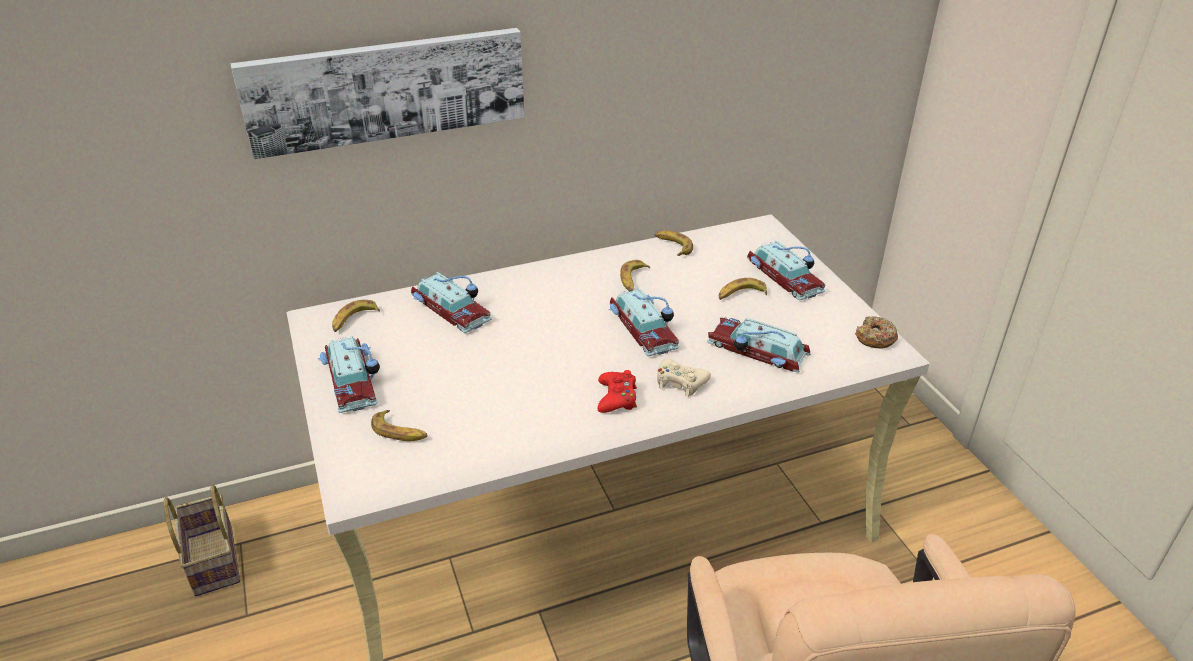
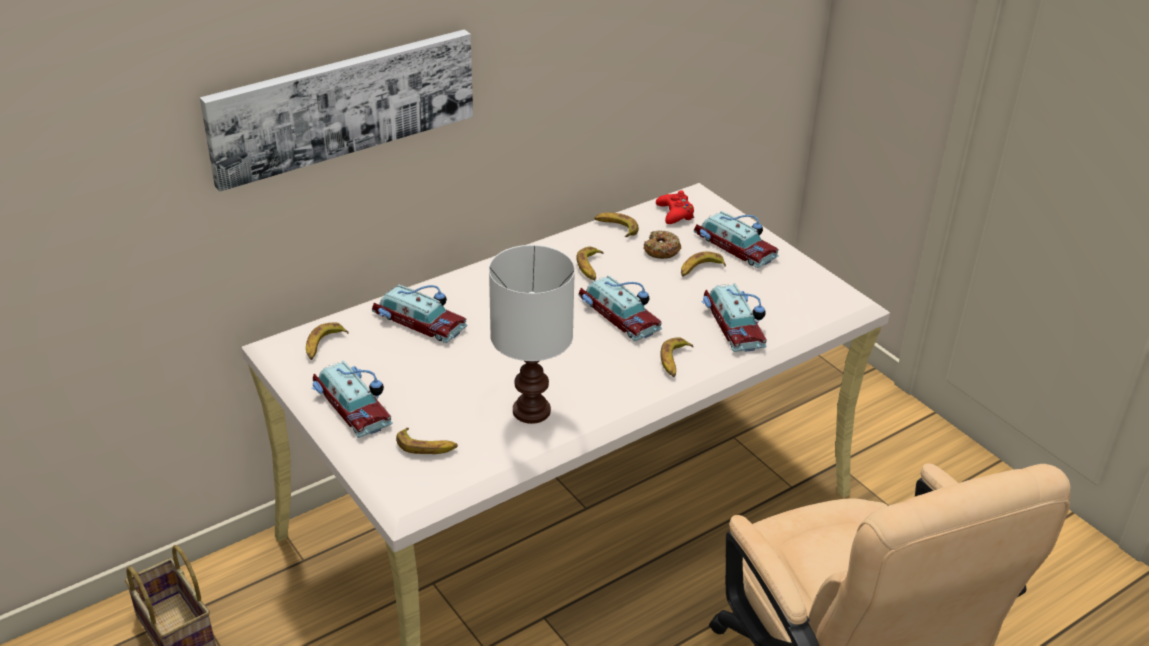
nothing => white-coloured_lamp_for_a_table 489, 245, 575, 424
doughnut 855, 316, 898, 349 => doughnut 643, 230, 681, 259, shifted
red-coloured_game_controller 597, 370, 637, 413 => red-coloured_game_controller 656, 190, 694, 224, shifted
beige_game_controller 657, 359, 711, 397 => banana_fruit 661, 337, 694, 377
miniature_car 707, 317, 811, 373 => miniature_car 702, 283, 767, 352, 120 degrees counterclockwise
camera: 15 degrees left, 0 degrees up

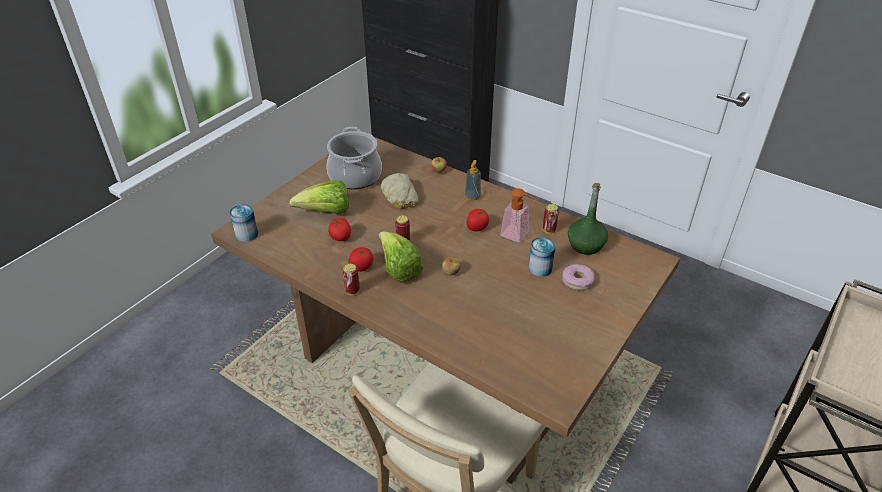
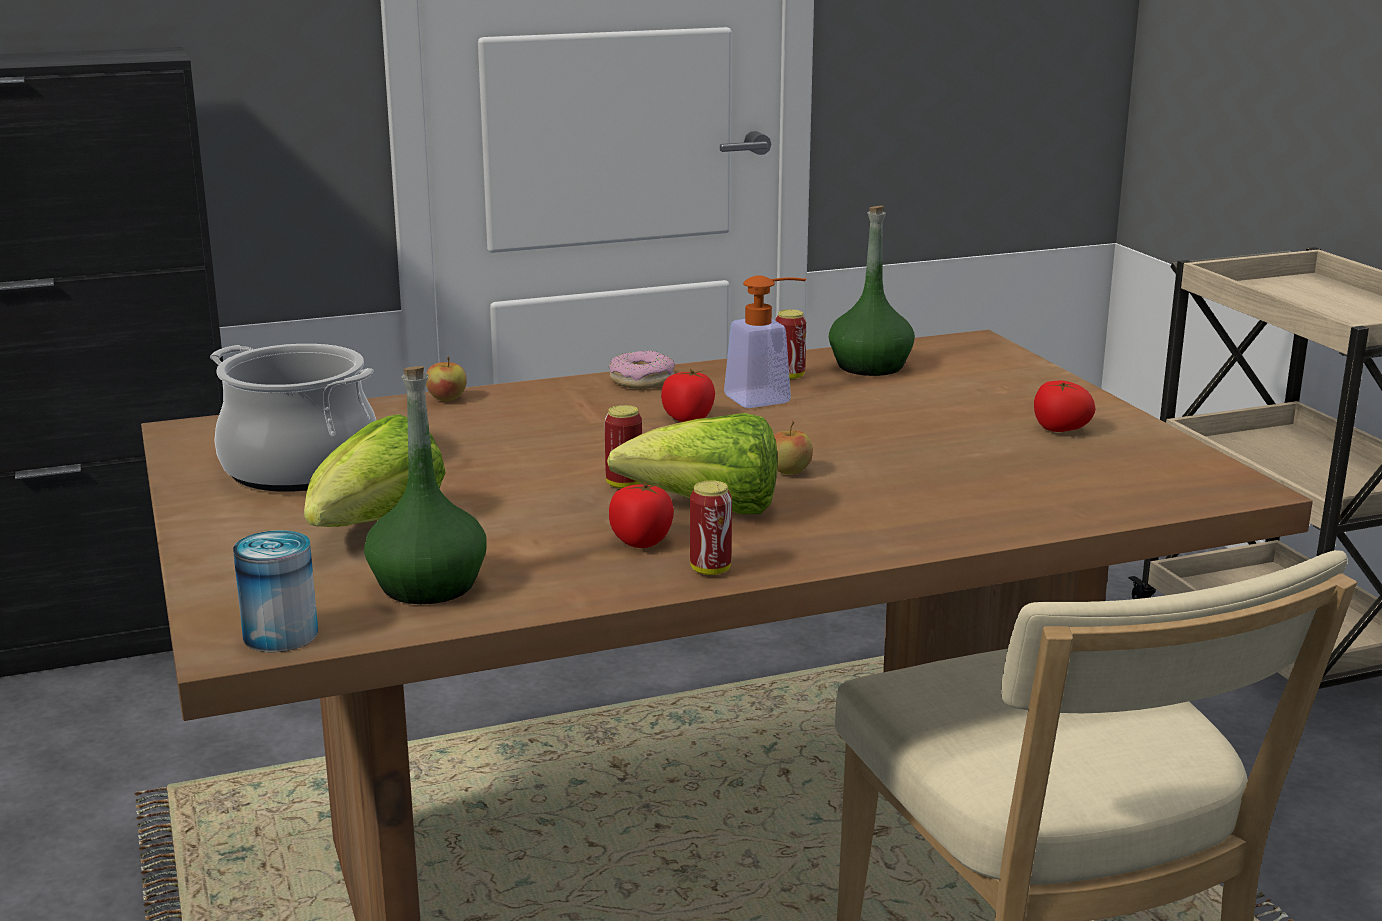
nothing => green-coloured_bottle 364, 366, 487, 604
doughnut 562, 264, 595, 290 => doughnut 609, 350, 675, 389, shifted
fresh_tomato 328, 218, 351, 241 => fresh_tomato 1034, 381, 1095, 432, shifted
bakery_bread 381, 173, 419, 209 => nothing
soap_dispenser 465, 160, 481, 201 => nothing
metal_can 529, 237, 556, 277 => nothing
camera: 55 degrees left, 20 degrees down

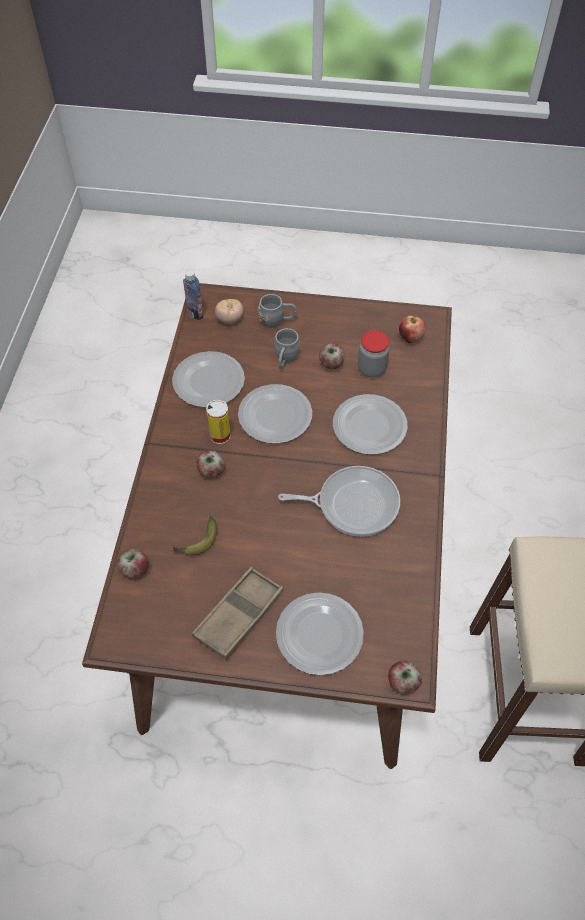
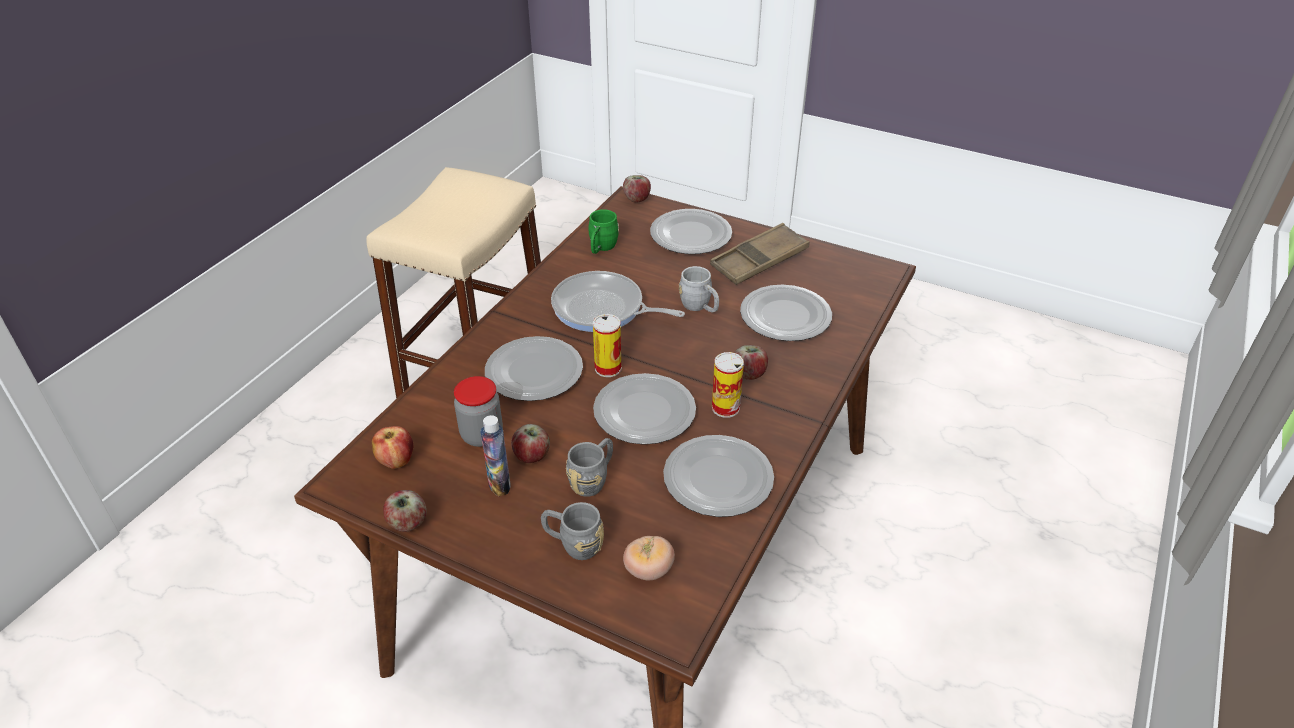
apple_fruit 117, 549, 149, 579 => apple_fruit 383, 490, 427, 532, shifted
bottle 183, 270, 203, 320 => bottle 481, 415, 511, 496, shifted
nothing => green-coloured_mug 588, 209, 619, 254
nothing => metal_can 593, 314, 621, 377
nothing => gray_mug 679, 266, 719, 312
banana_fruit 173, 517, 217, 556 => dinner_plate 740, 285, 832, 341
camera: 160 degrees left, 15 degrees down

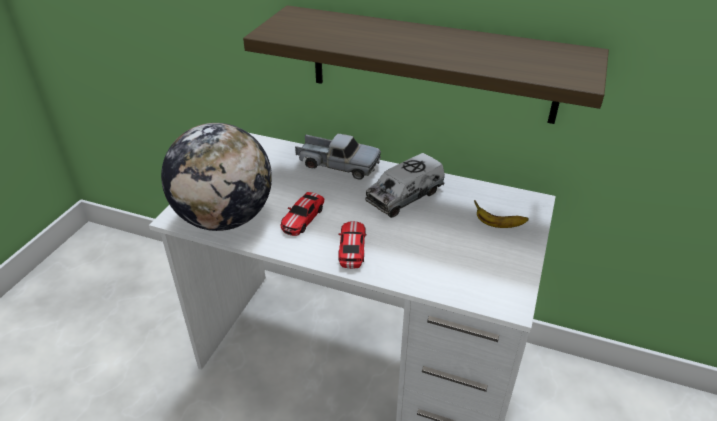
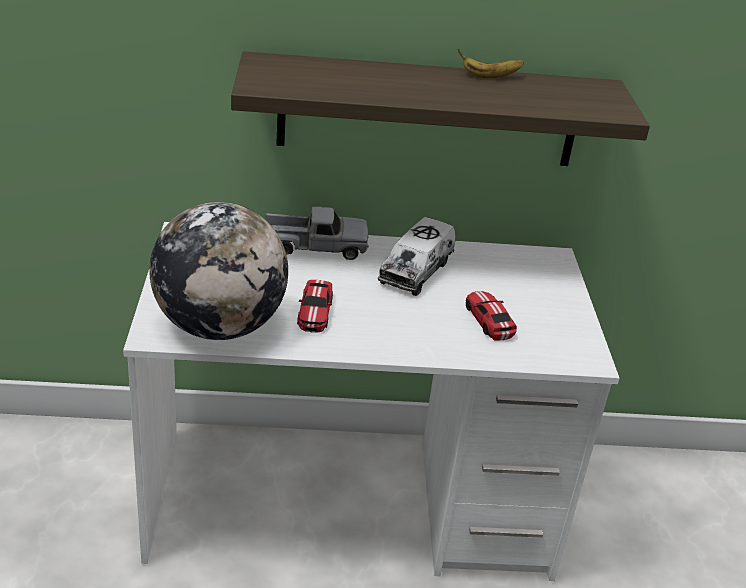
banana_fruit 474, 200, 529, 228 => banana_fruit 458, 49, 524, 78, shifted
miniature_car 338, 221, 367, 269 => miniature_car 466, 291, 517, 341, shifted
camera: 25 degrees left, 5 degrees down

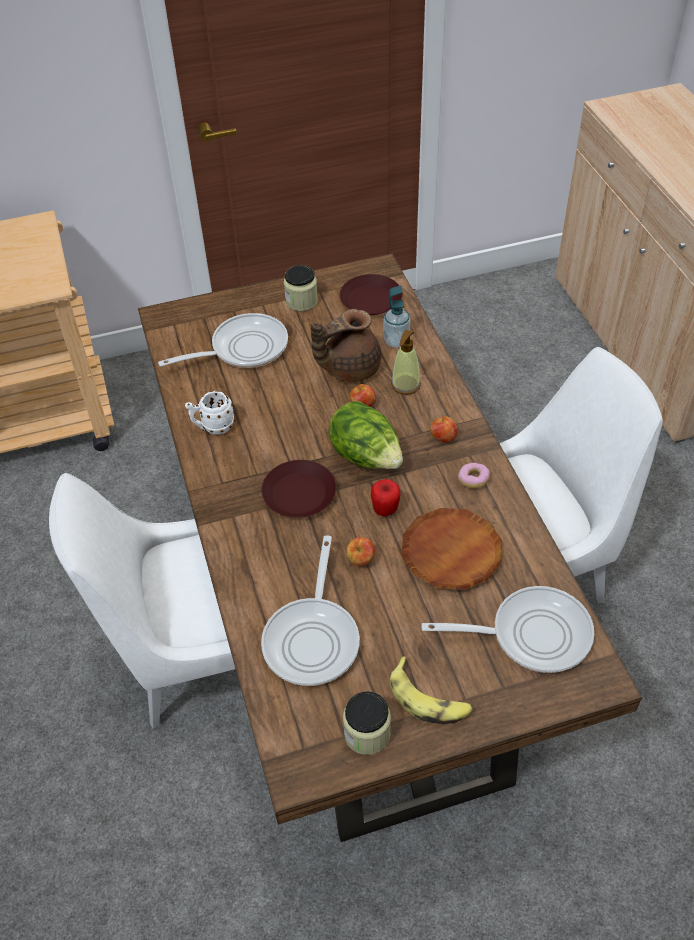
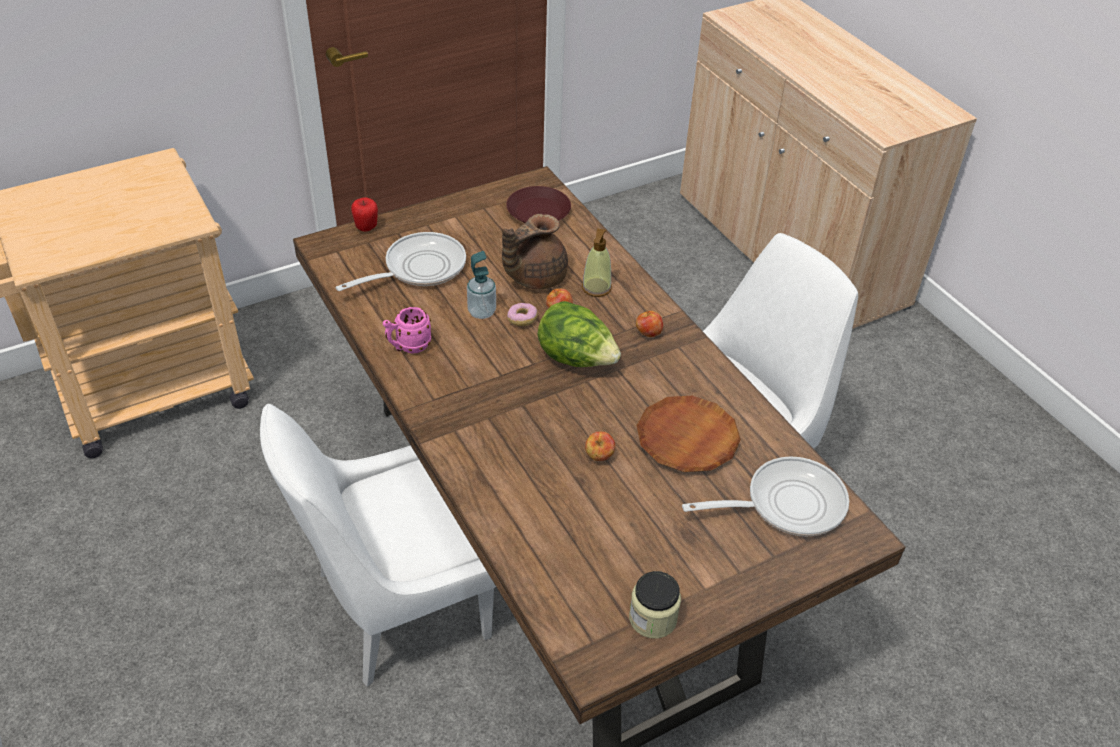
apple_fruit 371, 479, 401, 516 => apple_fruit 351, 197, 378, 232, shifted
white-coloured_mug 185, 391, 235, 435 => pink_mug 383, 307, 432, 353
soap_dispenser 383, 286, 410, 348 => soap_dispenser 467, 251, 496, 319, shifted
doughnut 458, 463, 490, 489 => doughnut 507, 303, 538, 326, shifted
frying_pan 261, 536, 360, 686 => nothing
brown_dinner_plate 262, 460, 336, 518 => nothing
storage_jar 284, 265, 318, 311 => nothing
banana_fruit 390, 656, 473, 724 => nothing
camera: 15 degrees left, 5 degrees down

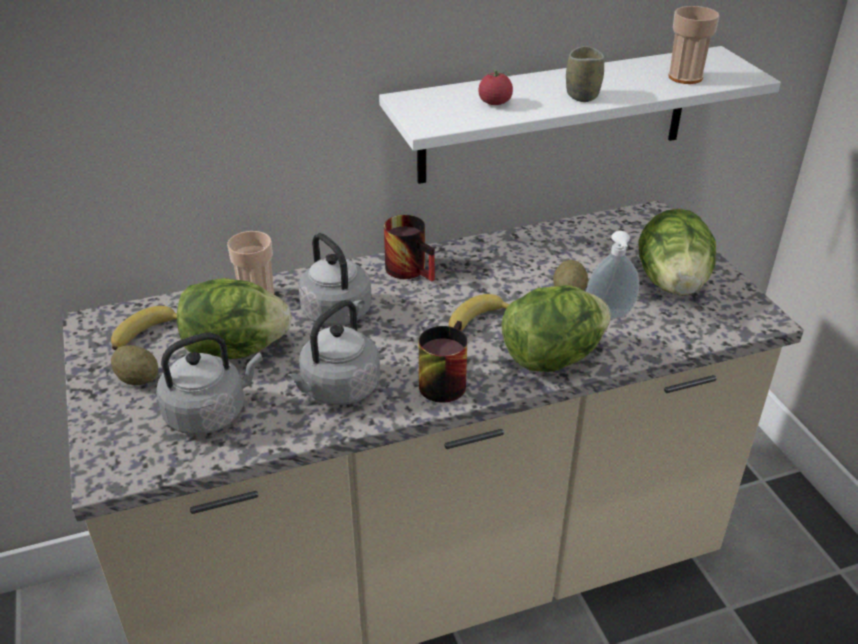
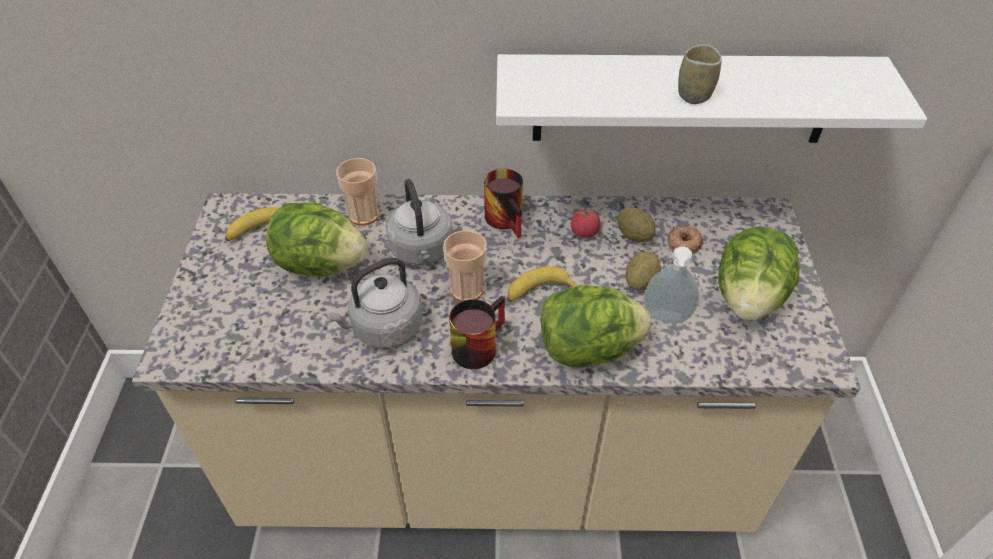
drinking_cup 668, 6, 719, 84 => drinking_cup 443, 230, 487, 302, shifted
fresh_tomato 479, 68, 513, 105 => fresh_tomato 571, 206, 600, 238, shifted
whole_potato 111, 345, 158, 385 => whole_potato 618, 207, 656, 242, shifted
nothing => doughnut 667, 226, 703, 255
gray_tea_kettle 156, 332, 263, 435 => nothing
camera: 20 degrees right, 10 degrees up

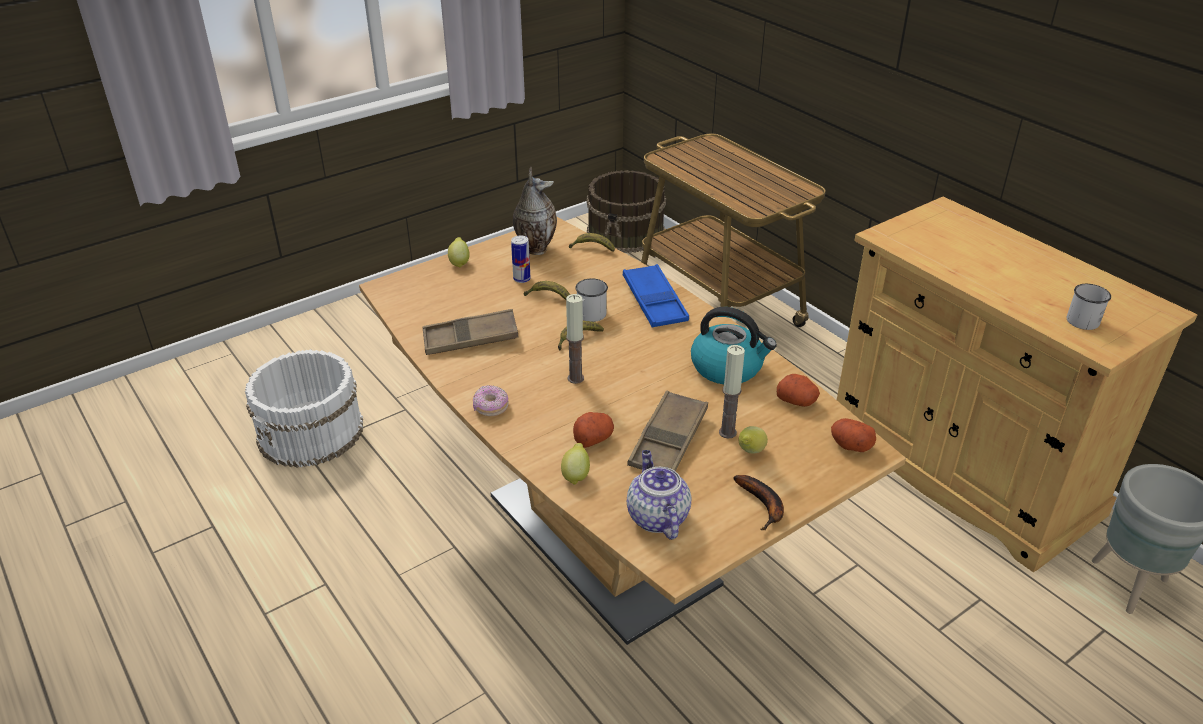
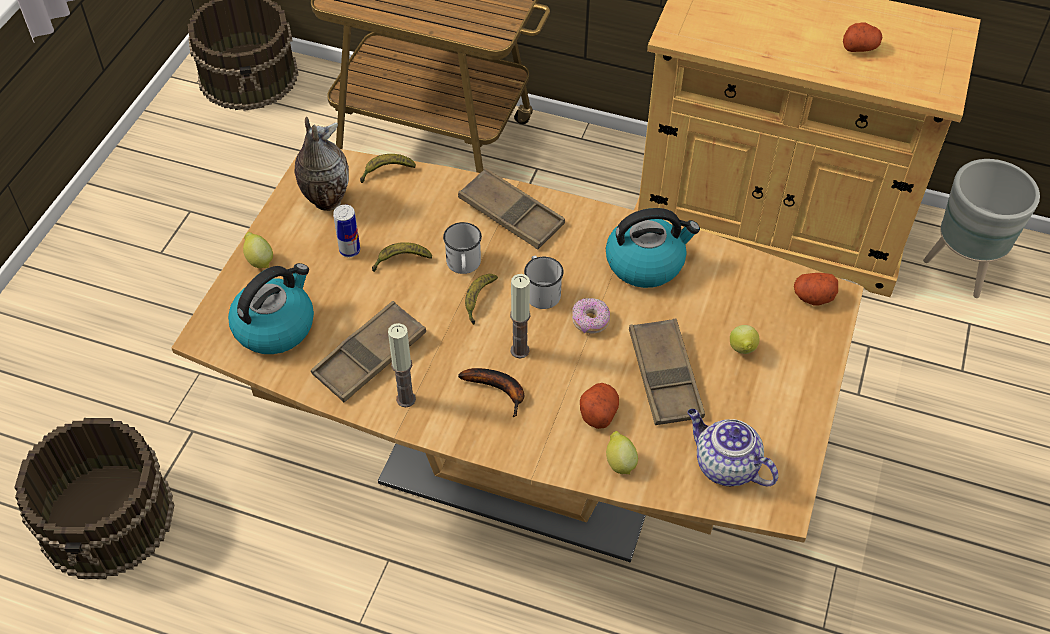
white-coloured_pail 245, 349, 363, 468 => brown_pail 14, 418, 174, 579
nothing => tea_kettle 228, 263, 314, 354
wax_light 719, 345, 745, 439 => wax_light 388, 323, 416, 407, shifted
blue_tray 623, 264, 689, 327 => brown_tray 458, 168, 565, 250
banana_fruit 733, 475, 784, 530 => banana_fruit 458, 368, 524, 417, shifted
white-coloured_mug 1067, 284, 1111, 330 => white-coloured_mug 524, 256, 564, 309, shifted
doughnut 473, 385, 509, 416 => doughnut 572, 298, 610, 334, shifted
whole_potato 777, 374, 820, 407 => whole_potato 843, 22, 882, 52, shifted
camera: 35 degrees left, 15 degrees up

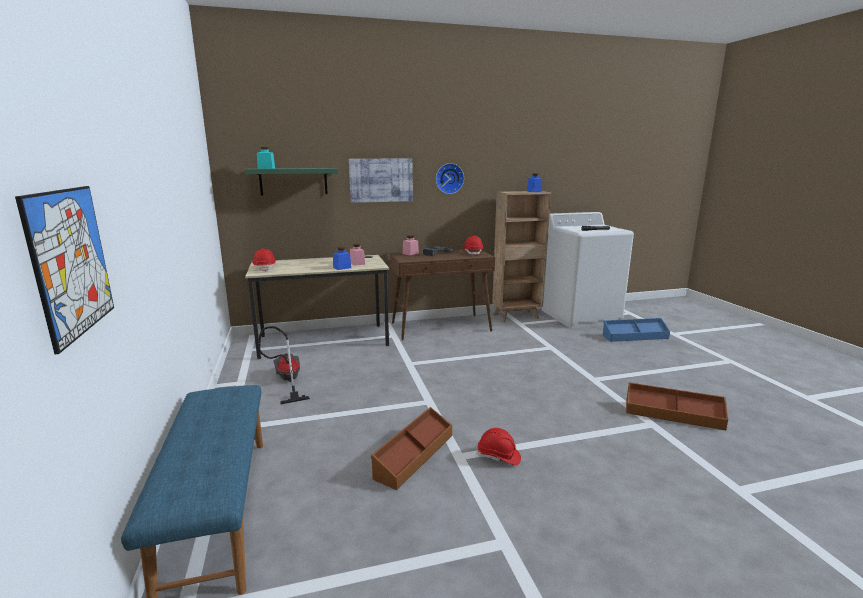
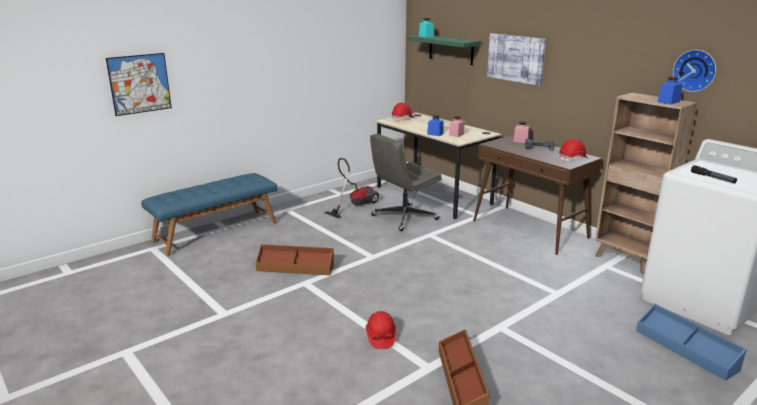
red-coloured_work_helmet 477, 428, 521, 466 => red-coloured_work_helmet 366, 311, 396, 349, shifted
nothing => gray_computer_chair 370, 134, 442, 231
hanging_clock 436, 163, 464, 194 => hanging_clock 673, 50, 716, 92, shifted
camera: 65 degrees right, 5 degrees up

